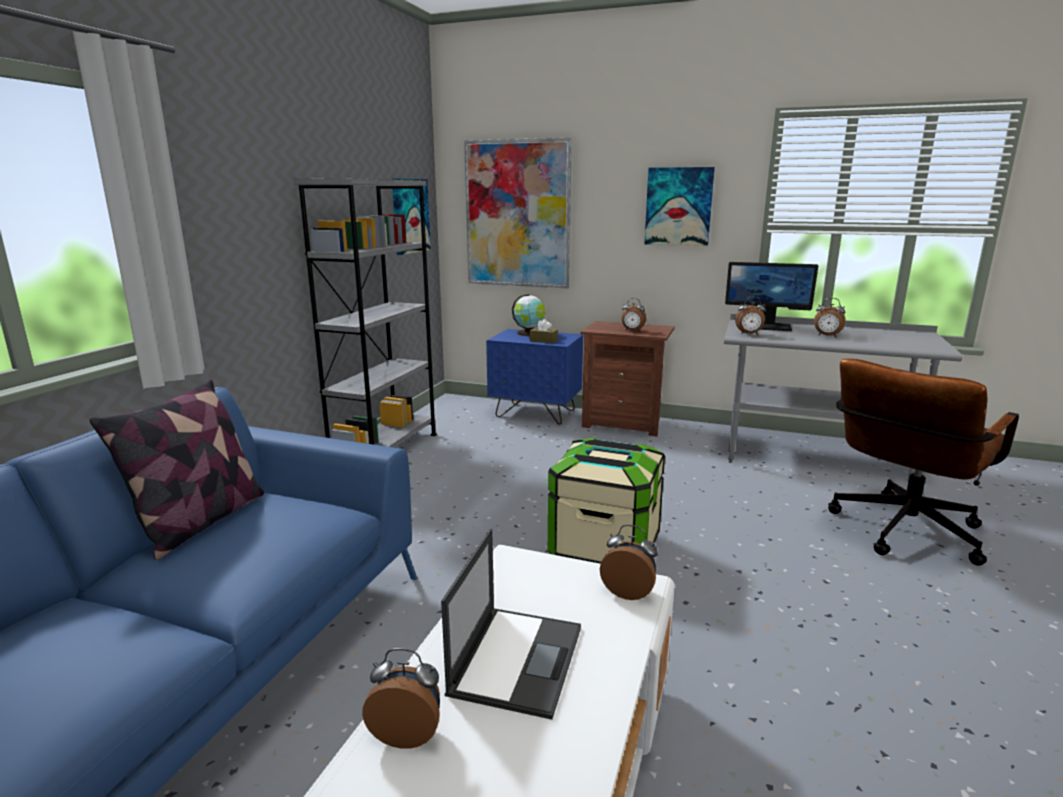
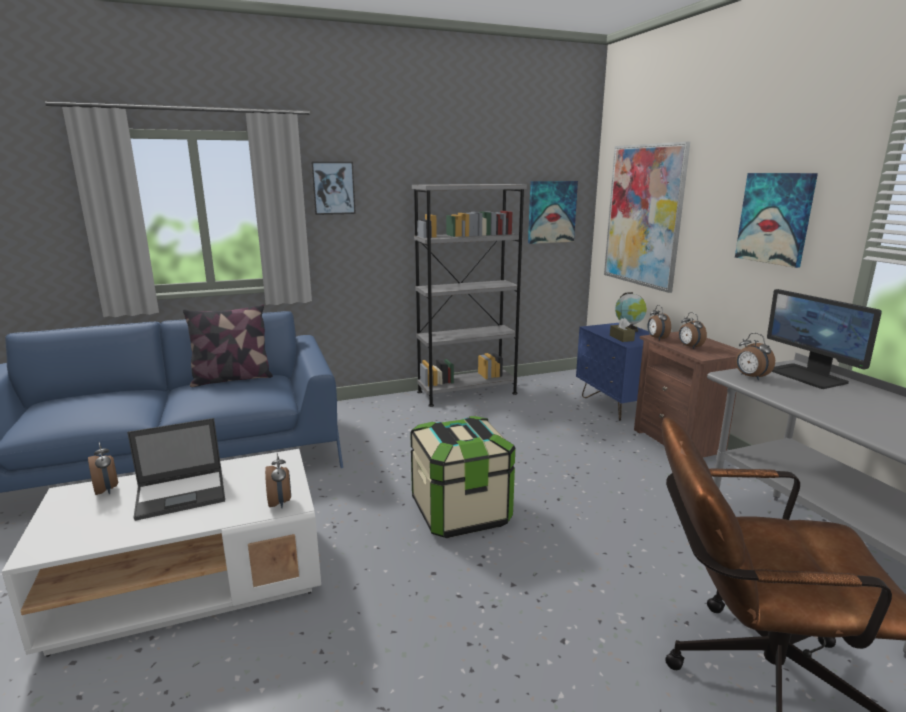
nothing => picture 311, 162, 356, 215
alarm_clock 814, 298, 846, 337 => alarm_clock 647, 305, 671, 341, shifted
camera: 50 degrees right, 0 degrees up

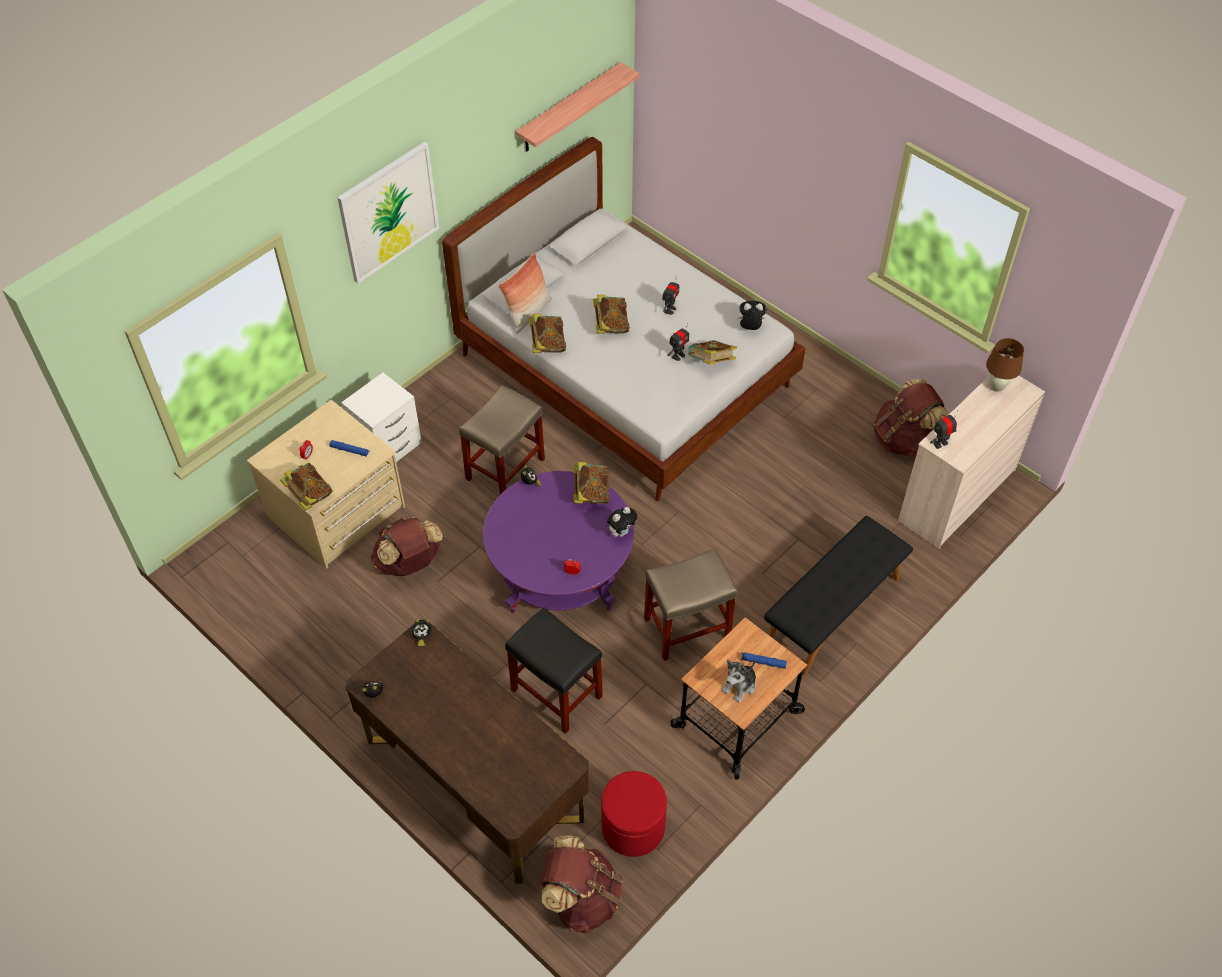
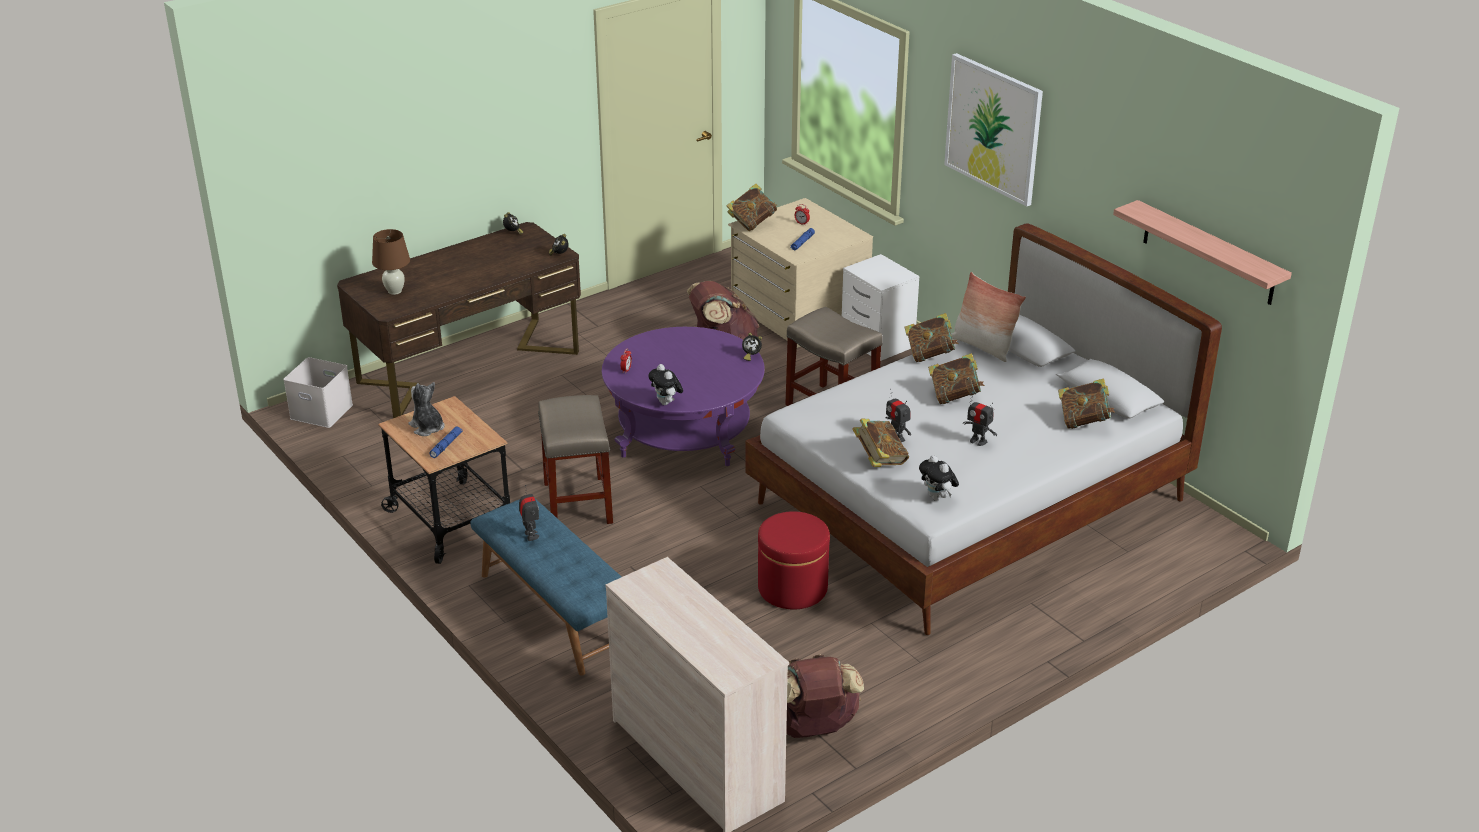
brown_knapsack 541, 835, 623, 933 => white-coloured_storage_container 283, 357, 353, 428
brown_lamp_for_a_table 986, 338, 1024, 392 => brown_lamp_for_a_table 372, 229, 410, 295, shifted
black_long_seat 764, 516, 913, 676 => blue_long_seat 470, 499, 621, 676
robot_figure 930, 410, 958, 449 => robot_figure 519, 485, 539, 541, shifted
red-coloured_pouffe 601, 771, 667, 857 => red-coloured_pouffe 758, 511, 830, 609, shifted
cuddly_toy 735, 301, 766, 330 => cuddly_toy 919, 455, 959, 501, 135 degrees clockwise
volume 573, 462, 610, 504 => volume 1058, 378, 1115, 429, shifted
black_sitting_stool 505, 607, 603, 734 => nothing
camera: 100 degrees right, 20 degrees down

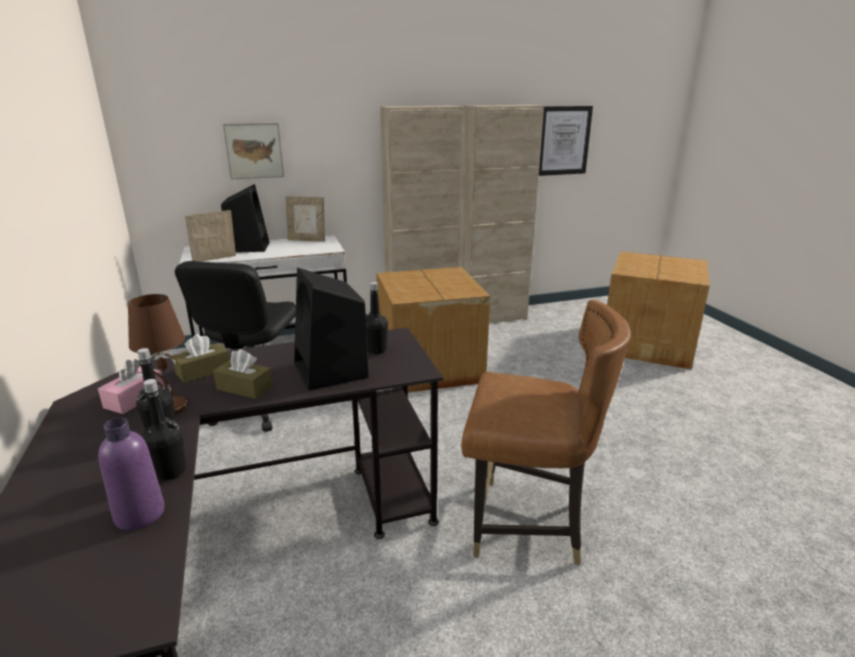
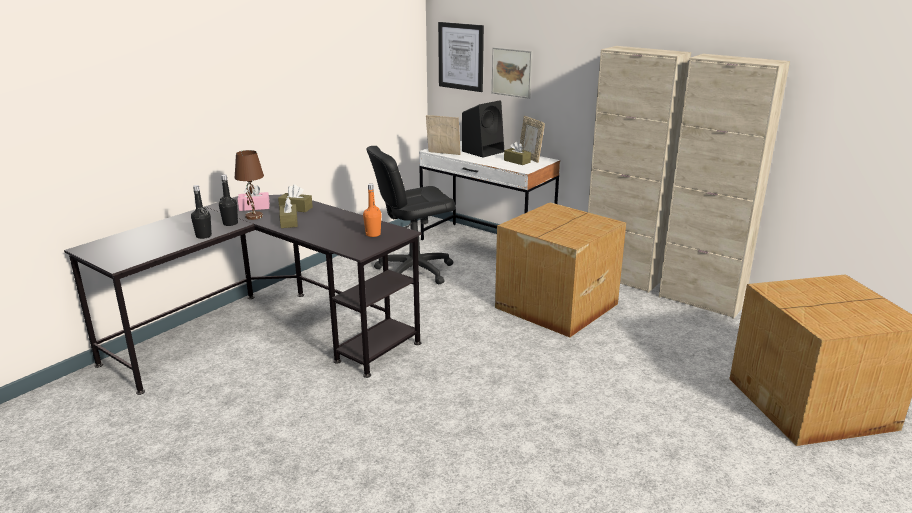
black_bottle 366, 282, 388, 354 => orange_bottle 363, 184, 381, 237
picture 539, 106, 593, 176 => picture 438, 22, 484, 92, shifted
nothing => brown_tissue_box 504, 141, 531, 165
purplish_bottle 98, 418, 165, 530 => nothing
black_loudspeaker 294, 267, 369, 391 => nothing
brown_chair 461, 299, 631, 566 => nothing
camera: 55 degrees right, 0 degrees up

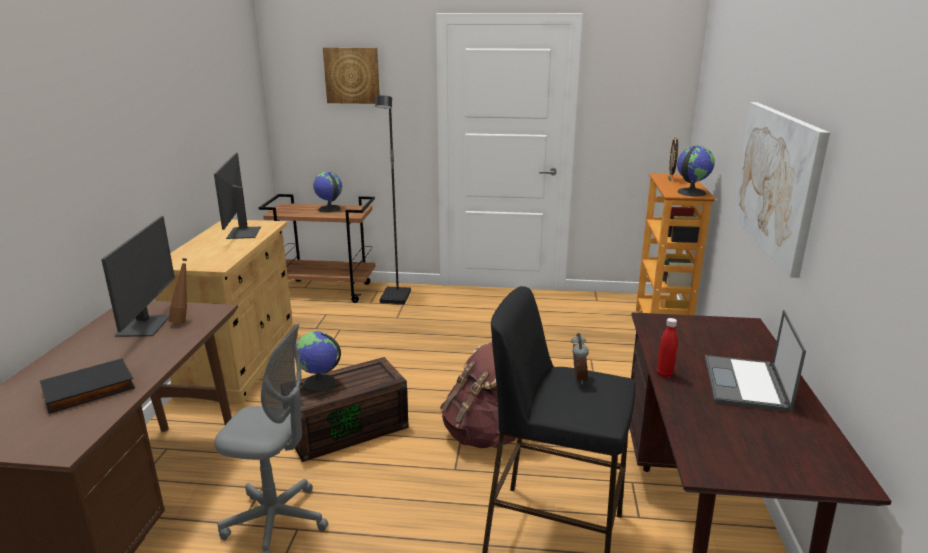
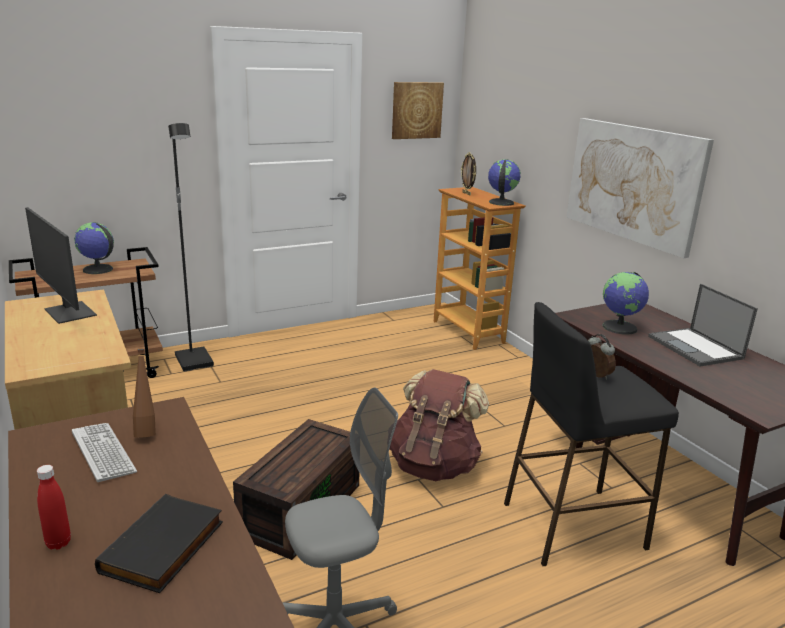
red-coloured_bottle 657, 318, 677, 378 => red-coloured_bottle 37, 465, 71, 550, shifted
computer_screen 101, 216, 175, 337 => PC_keyboard 72, 423, 137, 482
picture 323, 47, 380, 104 => picture 392, 82, 444, 139, shifted
desk_globe 296, 331, 341, 393 => desk_globe 602, 272, 649, 335, shifted
camera: 35 degrees left, 0 degrees up

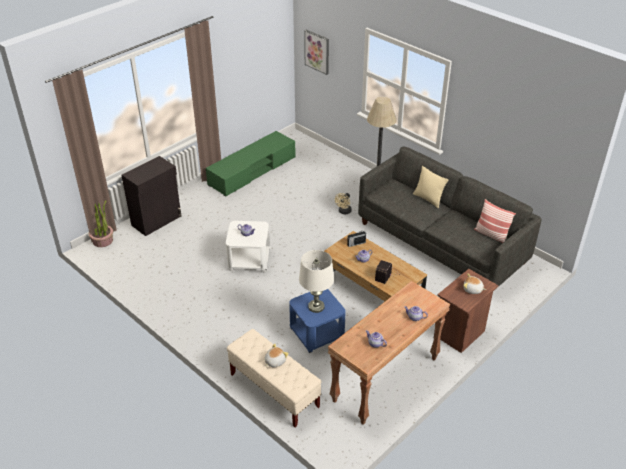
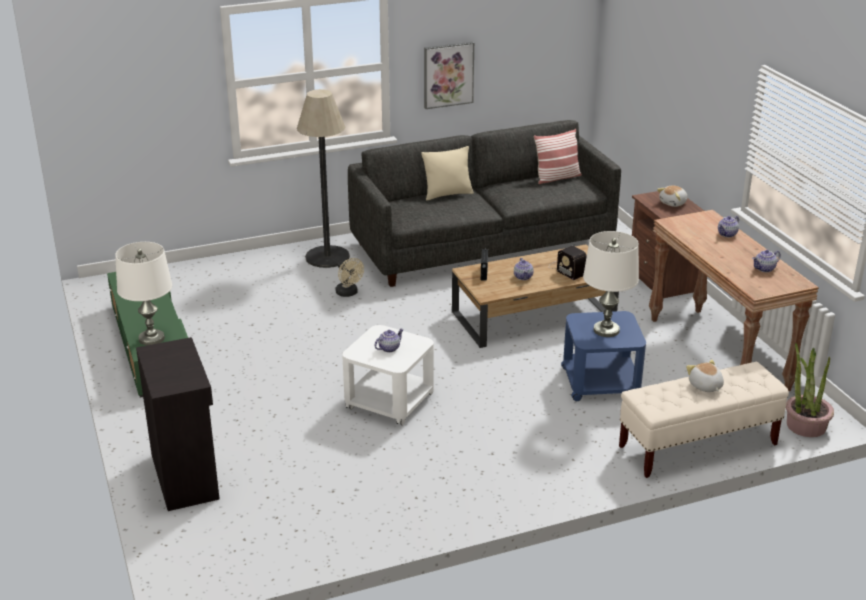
nothing => white-coloured_lamp_for_a_table 115, 242, 172, 345
picture 304, 30, 329, 75 => picture 424, 42, 474, 109, shifted
houseplant 89, 200, 113, 247 => houseplant 786, 343, 834, 437, shifted
camera: 65 degrees left, 10 degrees down

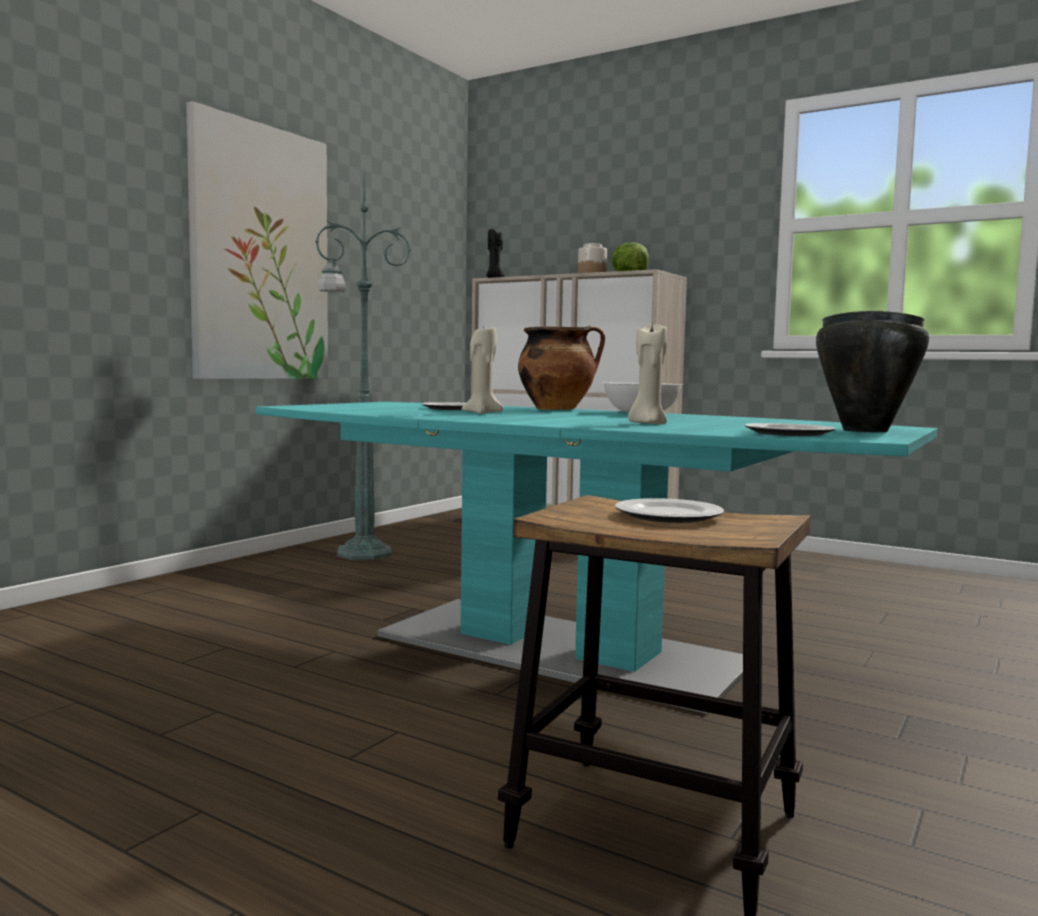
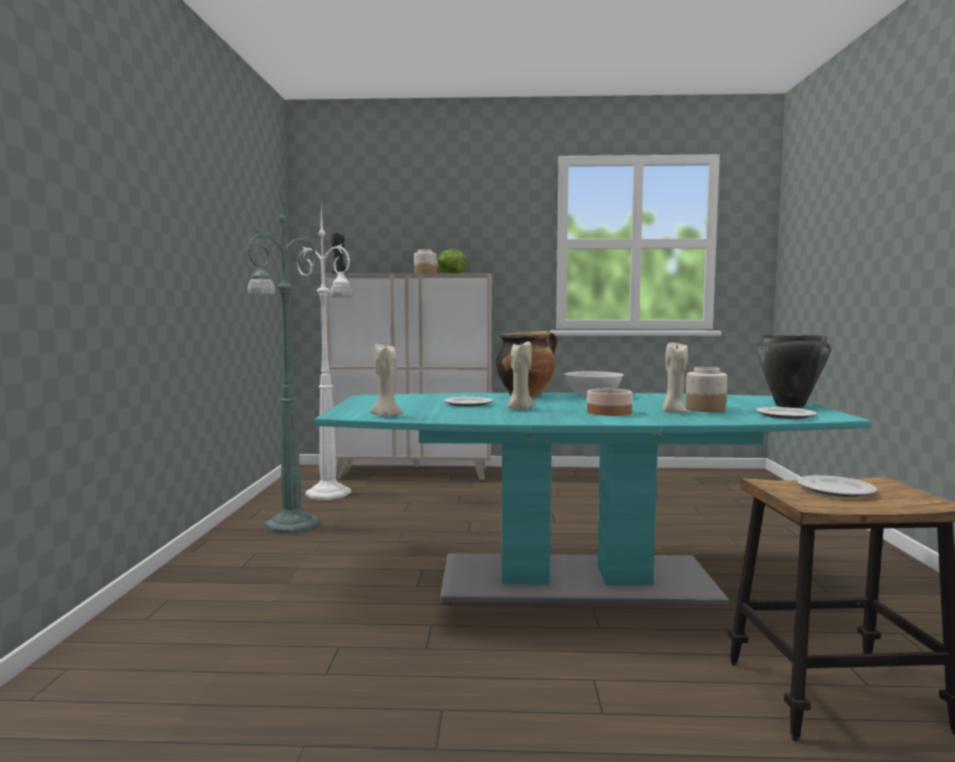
nothing => white-coloured_standard_lamp 297, 206, 353, 500
nothing => beige_wax_light 370, 344, 404, 417
nothing => serving_bowl 587, 389, 633, 416
nothing => storage_jar 686, 367, 727, 412
picture 186, 101, 328, 379 => nothing
camera: 30 degrees left, 0 degrees up

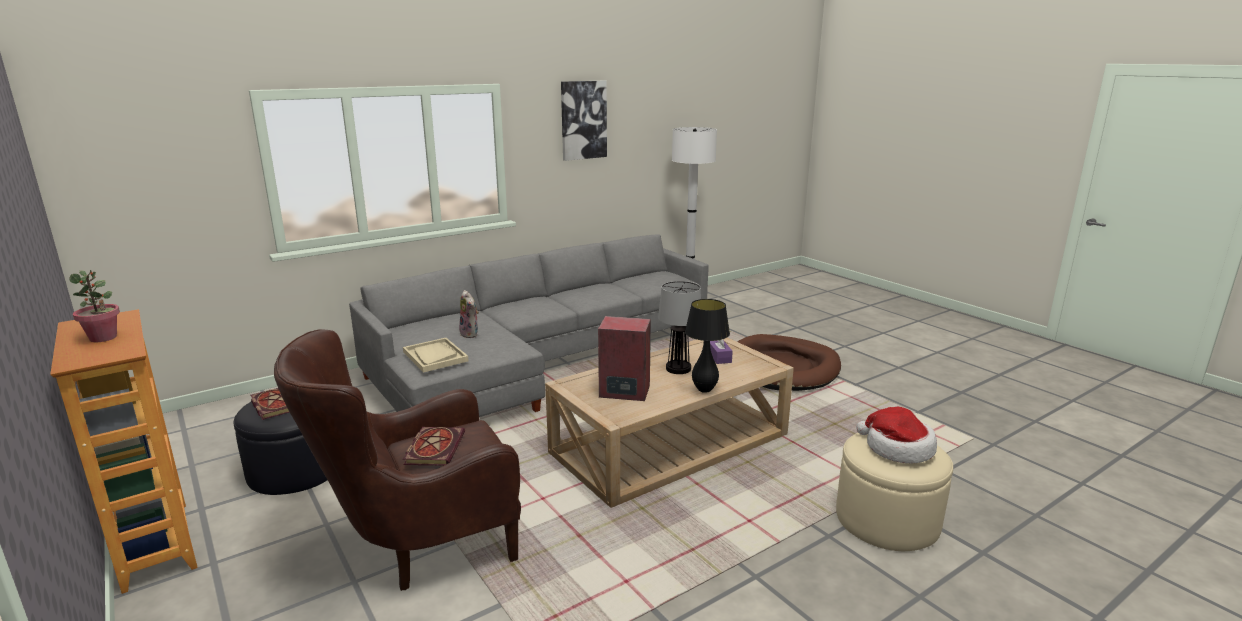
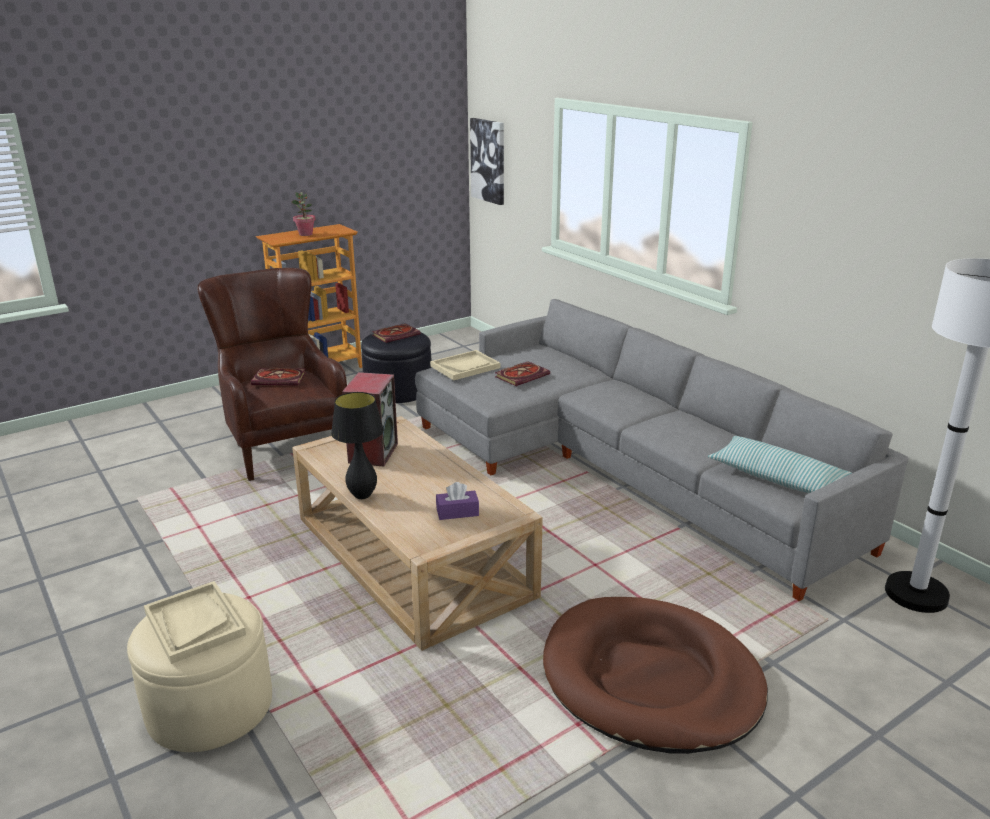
hat 856, 407, 937, 464 => beige_tray 144, 581, 246, 664
picture 561, 81, 607, 161 => picture 470, 118, 504, 205, shifted
cuddly_toy 459, 290, 479, 338 => volume 495, 362, 550, 386
nothing => pillow 708, 436, 852, 493
lamp_for_a_table 658, 281, 701, 374 => nothing
camera: 90 degrees right, 5 degrees up

